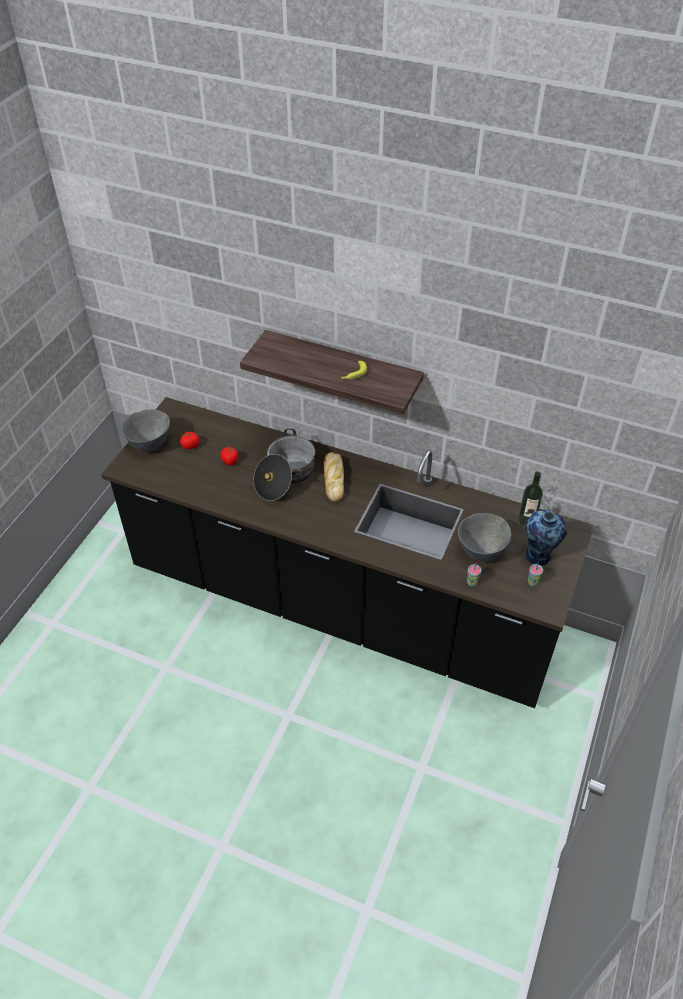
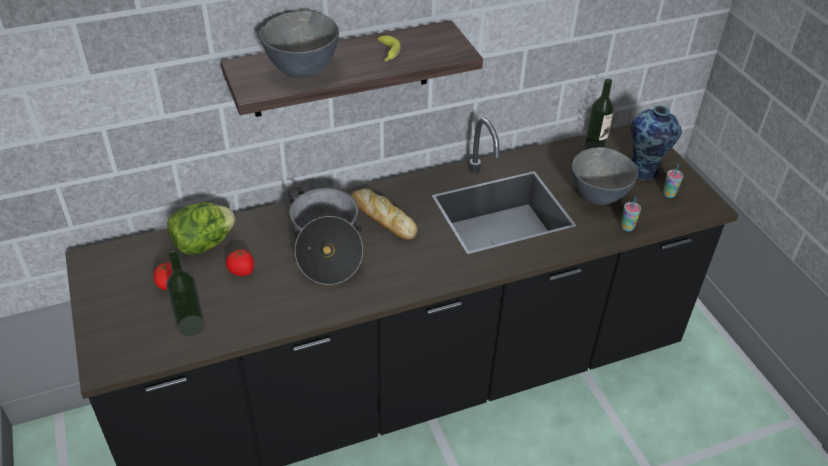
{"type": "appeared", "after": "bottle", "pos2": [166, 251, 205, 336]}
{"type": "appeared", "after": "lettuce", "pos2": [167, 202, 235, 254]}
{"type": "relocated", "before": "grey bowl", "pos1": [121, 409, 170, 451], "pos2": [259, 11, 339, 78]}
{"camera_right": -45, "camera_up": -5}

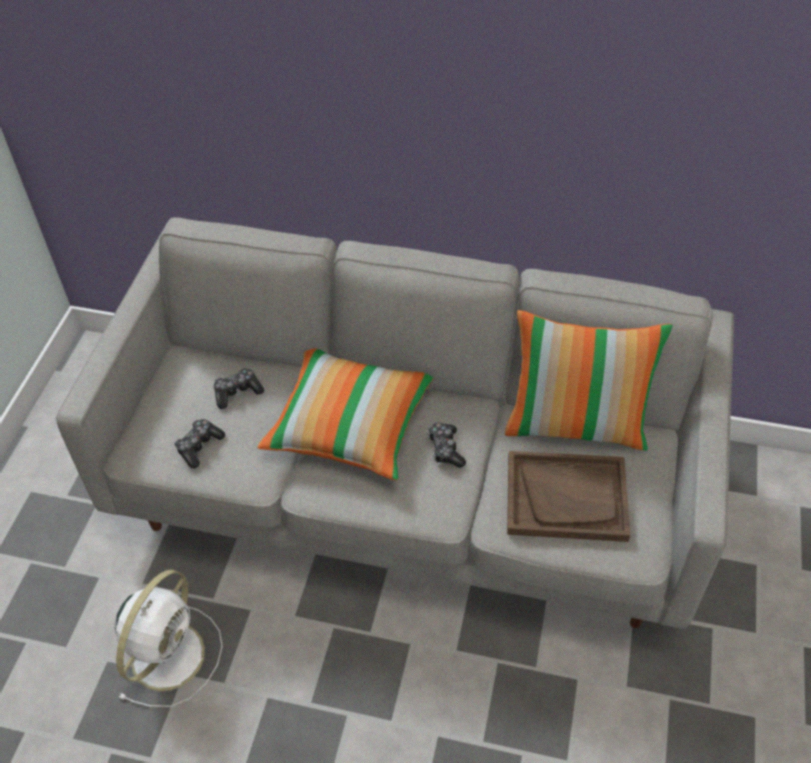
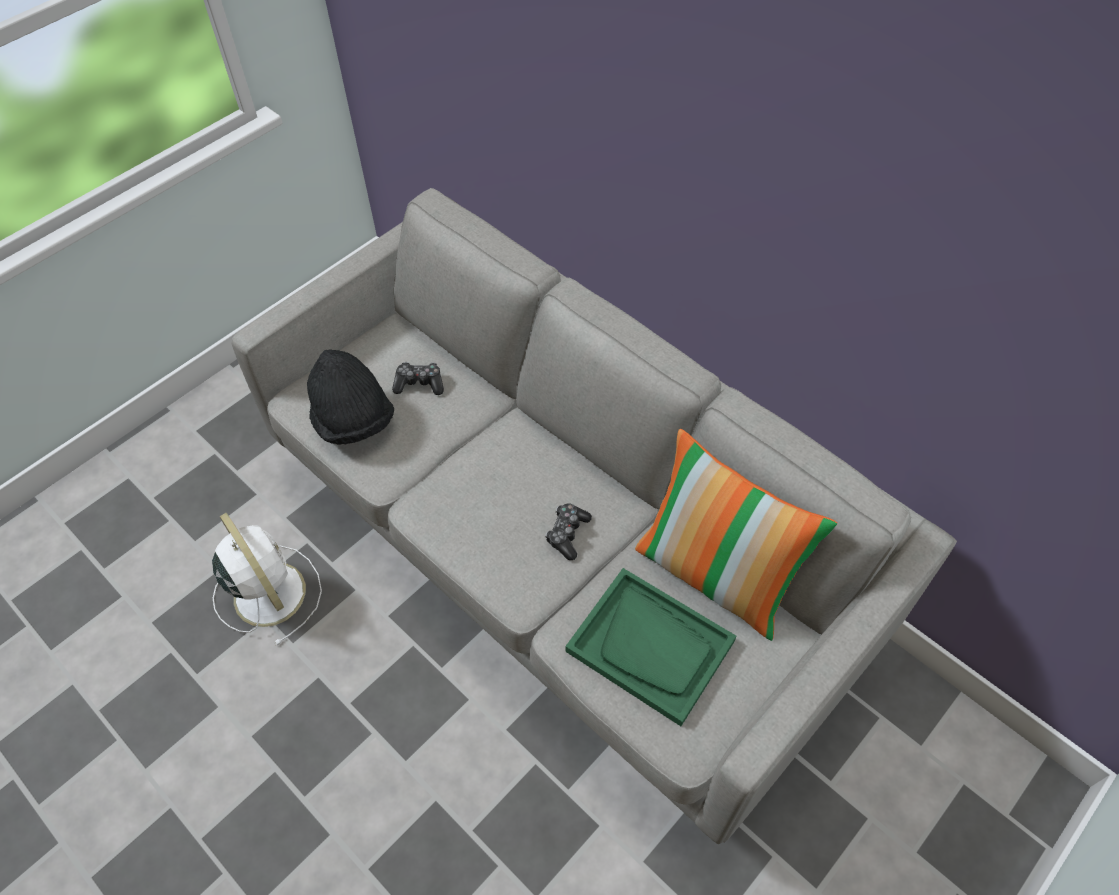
{"type": "missing", "before": "pillow", "pos1": [257, 349, 434, 481]}
{"type": "exchanged", "before": "game controller", "after": "black hat", "pos1": [174, 419, 225, 468], "pos2": [307, 349, 394, 445]}
{"type": "colour", "before": "brown tray", "after": "green tray", "pos1": [507, 451, 630, 542], "pos2": [565, 568, 736, 726]}
{"type": "spun", "before": "white fan", "pos1": [114, 570, 223, 707], "pos2": [212, 513, 322, 646], "turn": -90}
{"camera_right": 30, "camera_up": 5}

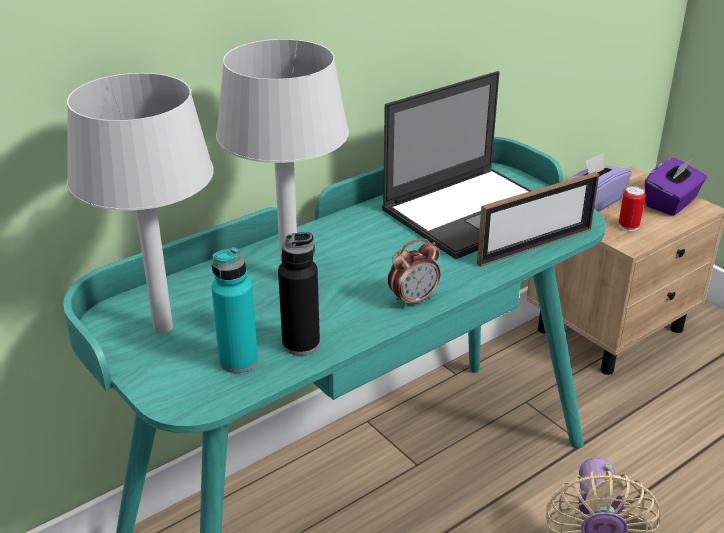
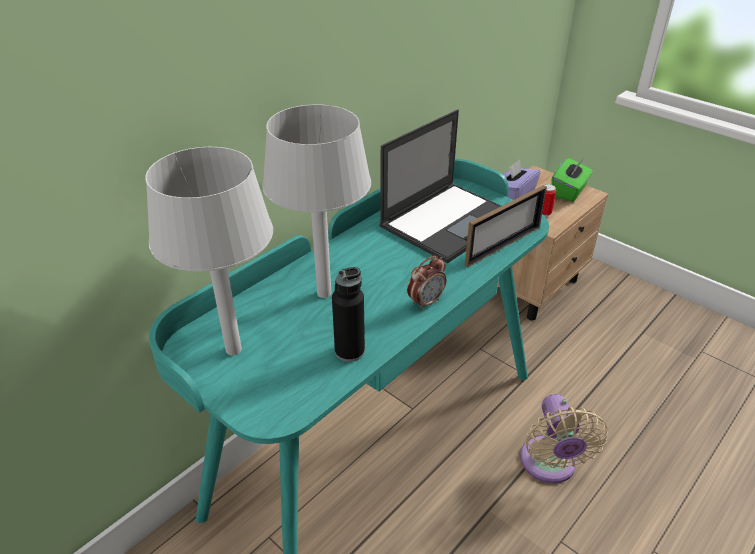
{"type": "missing", "before": "turquoise bottle", "pos1": [211, 247, 258, 373]}
{"type": "colour", "before": "purple tissue box", "after": "green tissue box", "pos1": [645, 158, 707, 216], "pos2": [551, 158, 593, 202]}
{"camera_right": -10, "camera_up": 5}

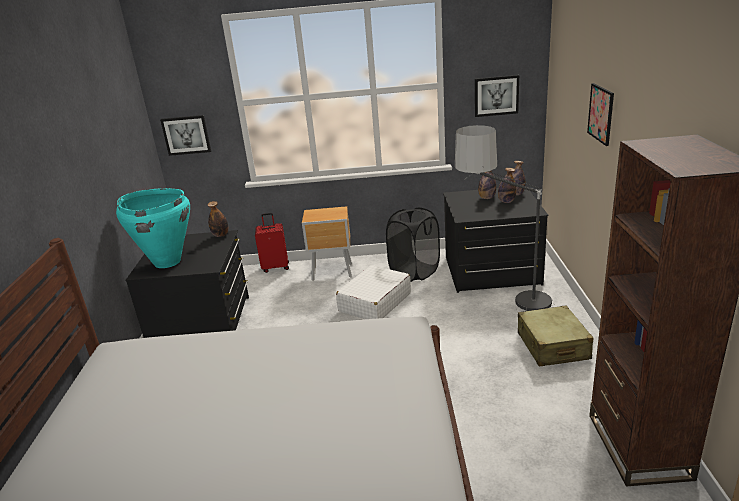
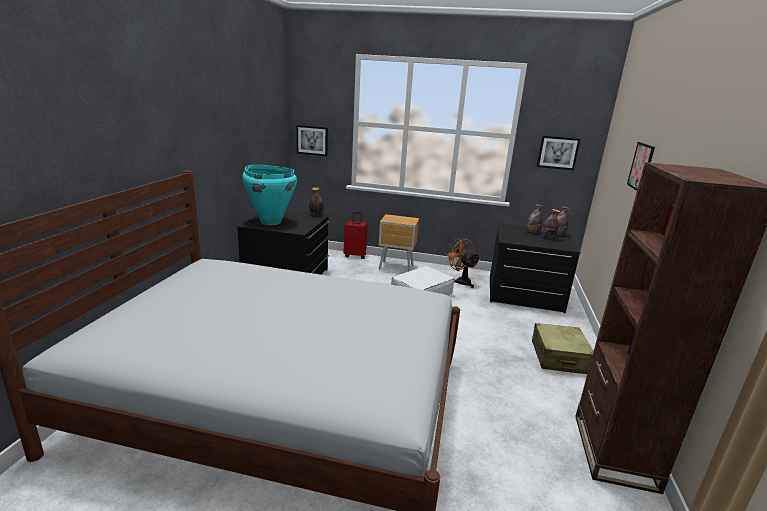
{"type": "missing", "before": "floor lamp", "pos1": [454, 125, 554, 312]}
{"type": "exchanged", "before": "black laundry basket", "after": "orange fan", "pos1": [386, 207, 440, 282], "pos2": [445, 237, 480, 288]}
{"camera_right": 10, "camera_up": -5}

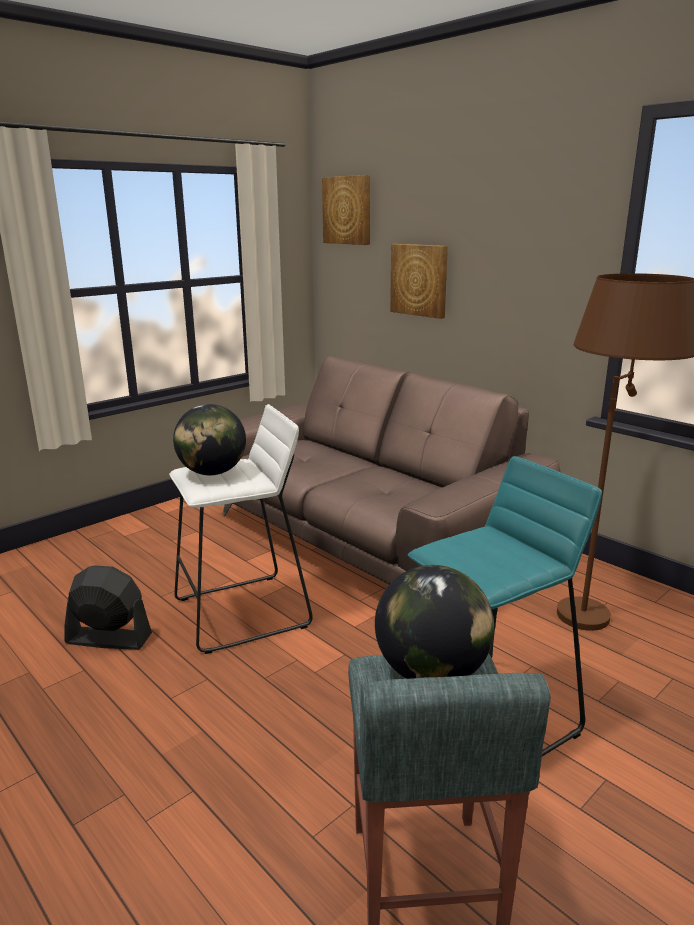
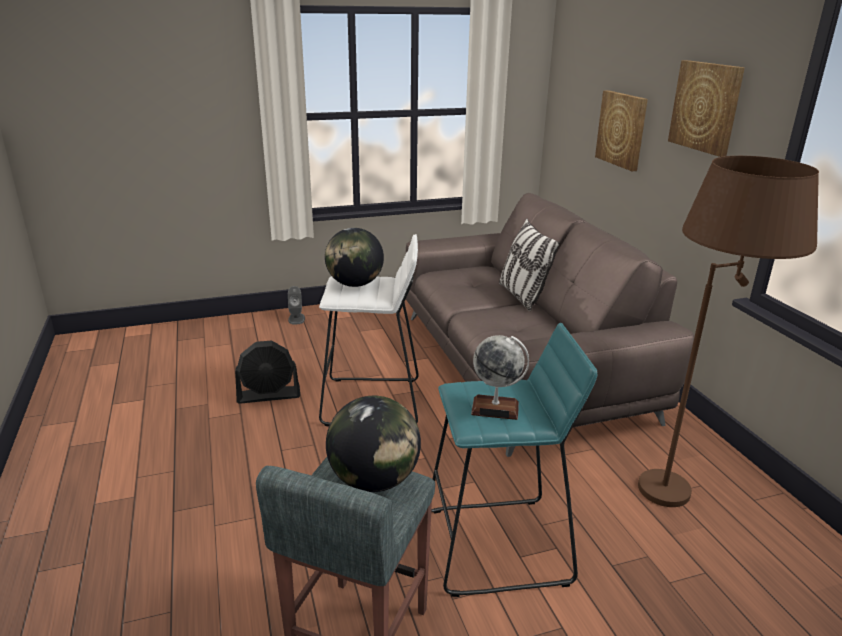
{"type": "appeared", "after": "grey speaker", "pos2": [288, 286, 305, 325]}
{"type": "appeared", "after": "globe", "pos2": [471, 335, 529, 420]}
{"type": "appeared", "after": "pillow", "pos2": [499, 219, 560, 311]}
{"type": "relocated", "before": "picture", "pos1": [322, 175, 370, 245], "pos2": [668, 60, 745, 157]}
{"type": "spun", "before": "black fan", "pos1": [65, 565, 152, 650], "pos2": [235, 340, 300, 404], "turn": 135}
{"camera_right": 25, "camera_up": 5}

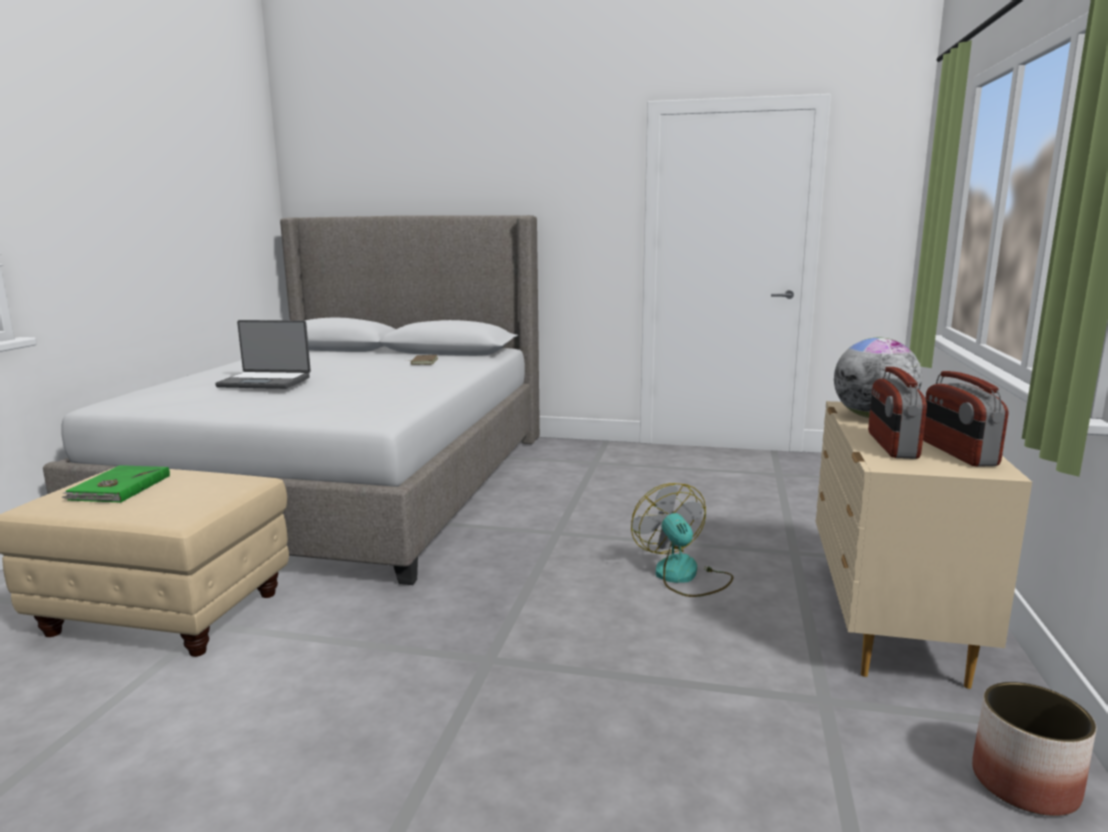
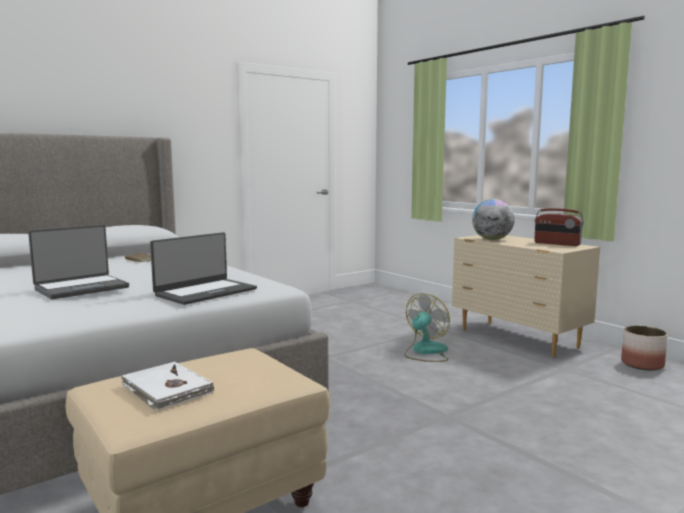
{"type": "missing", "before": "radio", "pos1": [868, 367, 927, 459]}
{"type": "appeared", "after": "laptop", "pos2": [150, 232, 257, 305]}
{"type": "colour", "before": "green book", "after": "white book", "pos1": [61, 465, 170, 503], "pos2": [121, 362, 214, 410]}
{"type": "spun", "before": "fan", "pos1": [631, 483, 734, 597], "pos2": [404, 293, 450, 362], "turn": 105}
{"camera_right": -50, "camera_up": -5}

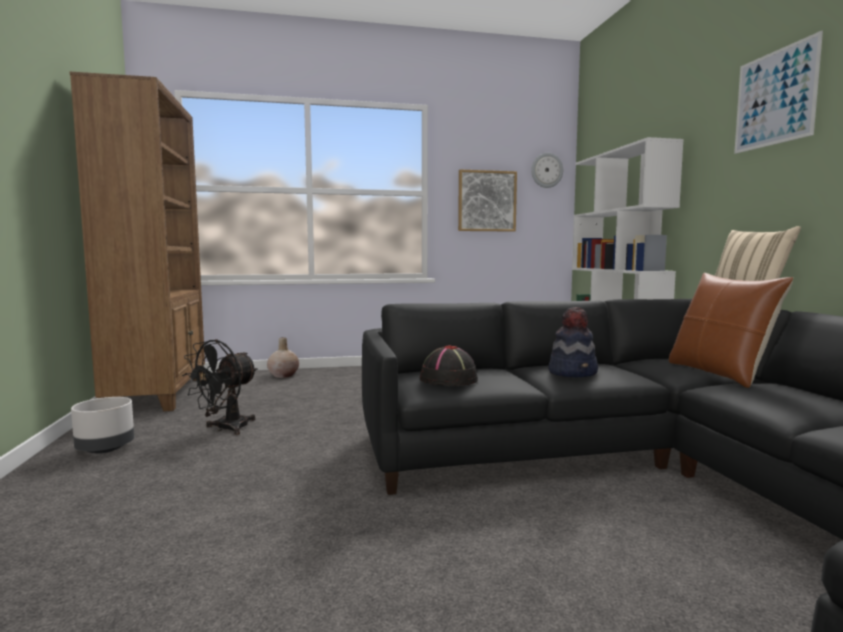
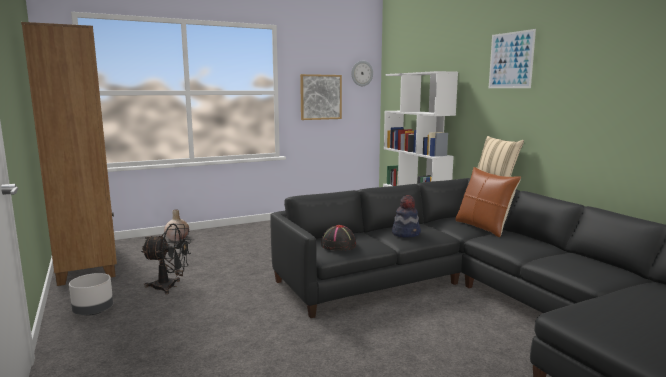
{"type": "spun", "before": "black fan", "pos1": [182, 339, 258, 435], "pos2": [141, 224, 191, 294], "turn": -105}
{"camera_right": -15, "camera_up": 5}

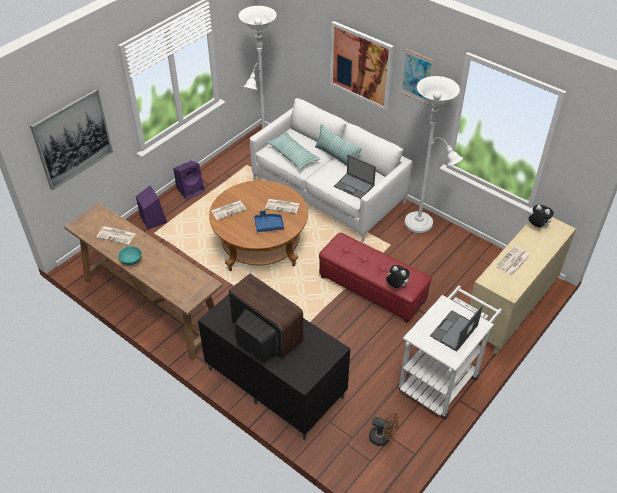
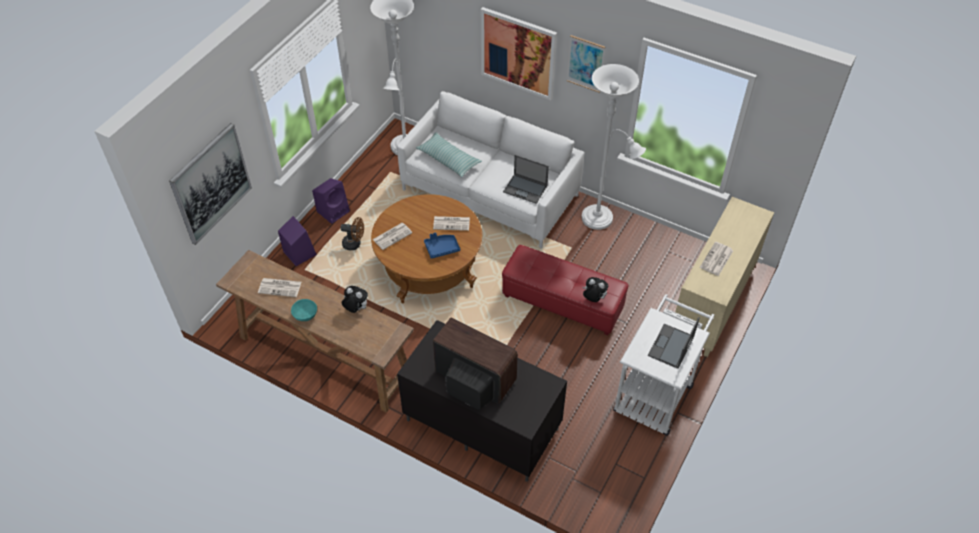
{"type": "missing", "before": "pillow", "pos1": [315, 124, 362, 166]}
{"type": "relocated", "before": "brown fan", "pos1": [369, 412, 399, 446], "pos2": [340, 217, 364, 250]}
{"type": "relocated", "before": "plush toy", "pos1": [528, 205, 554, 227], "pos2": [342, 286, 368, 313]}
{"camera_right": -10, "camera_up": 5}

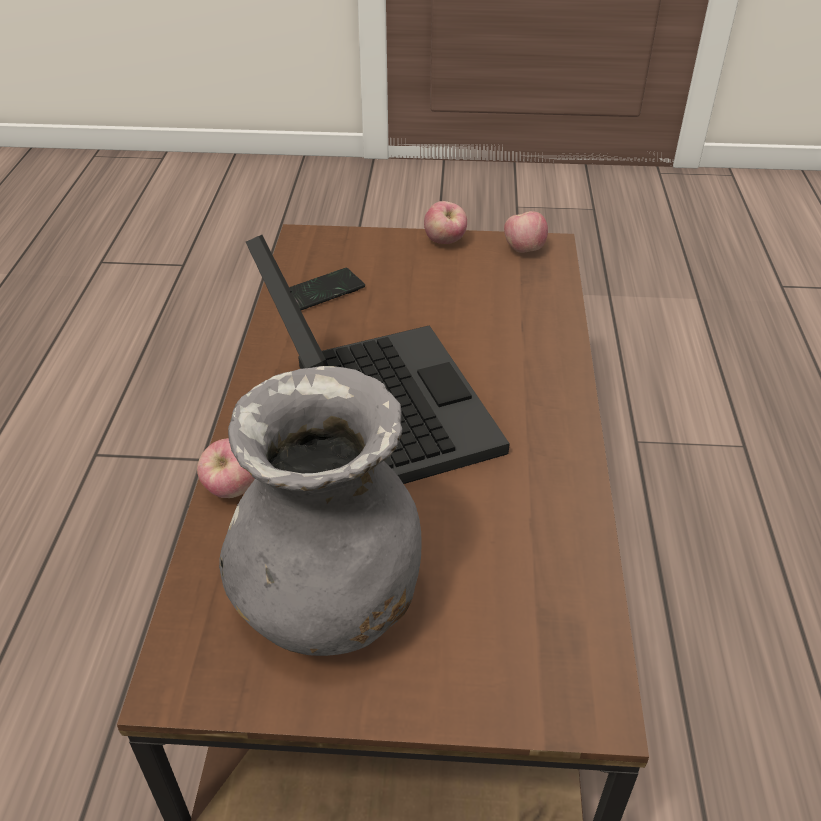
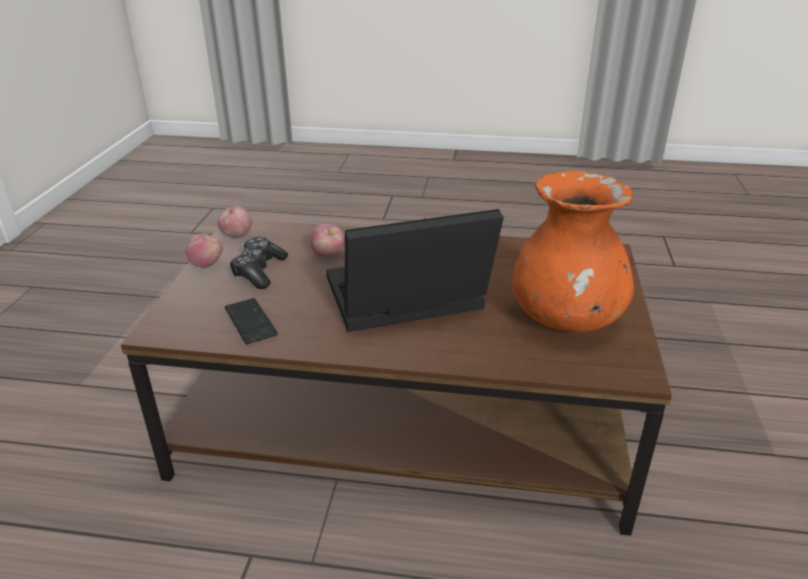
{"type": "appeared", "after": "game controller", "pos2": [228, 237, 288, 289]}
{"type": "relocated", "before": "apple", "pos1": [197, 438, 255, 498], "pos2": [310, 224, 345, 257]}
{"type": "colour", "before": "grey vase", "after": "orange vase", "pos1": [219, 366, 422, 656], "pos2": [511, 171, 634, 332]}
{"camera_right": -85, "camera_up": -10}

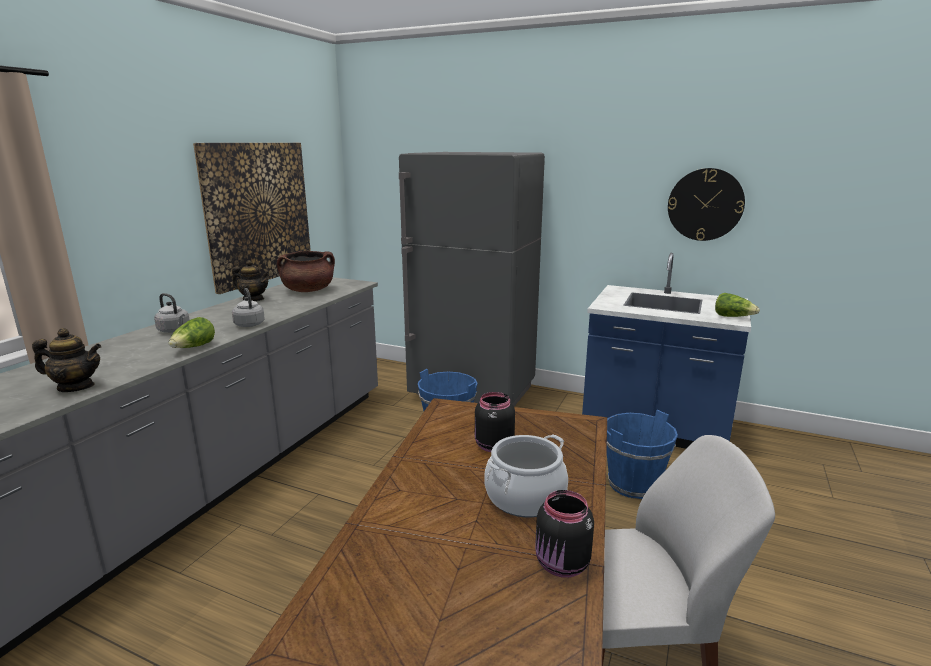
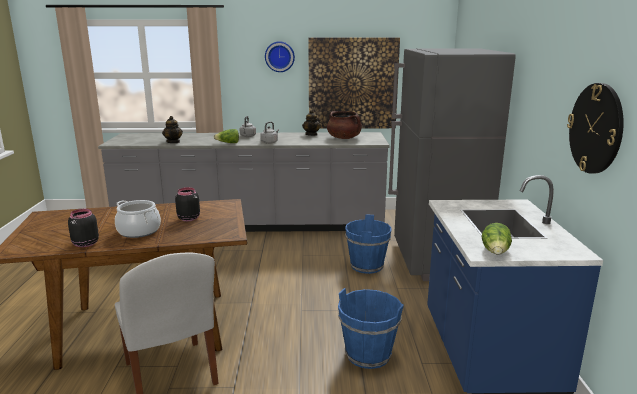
{"type": "appeared", "after": "wall clock", "pos2": [265, 41, 295, 72]}
{"camera_right": 65, "camera_up": 0}

